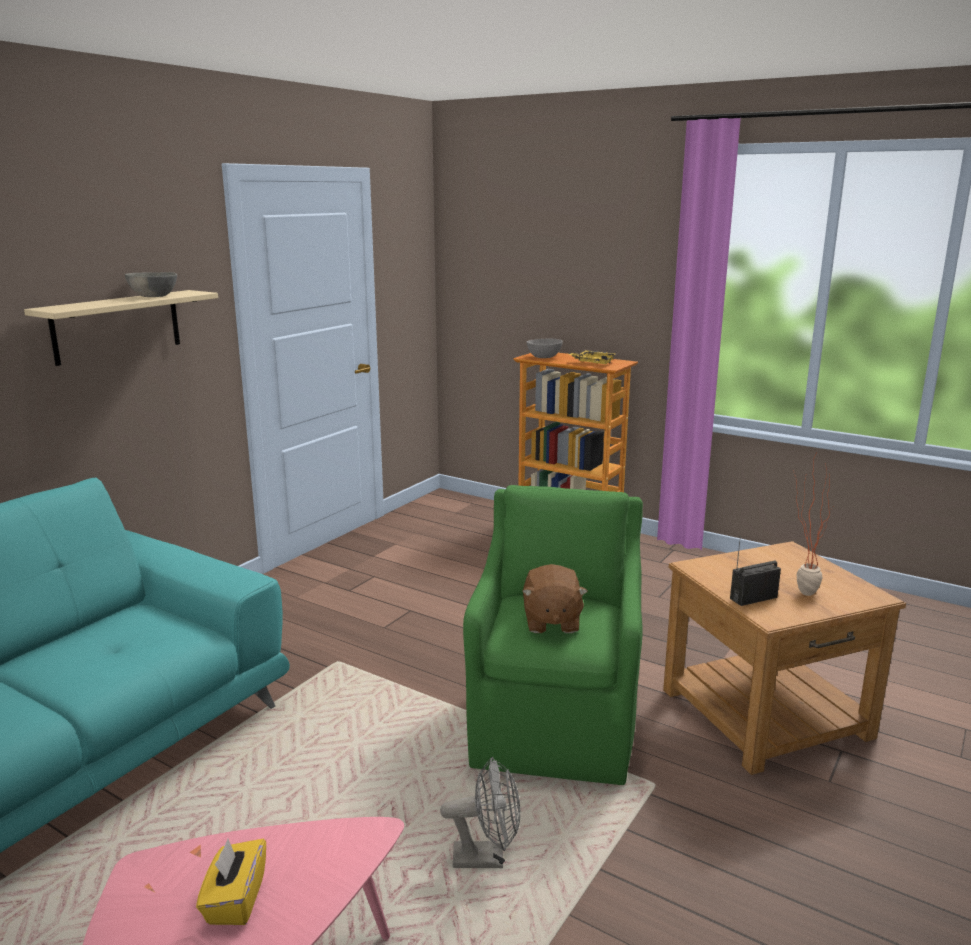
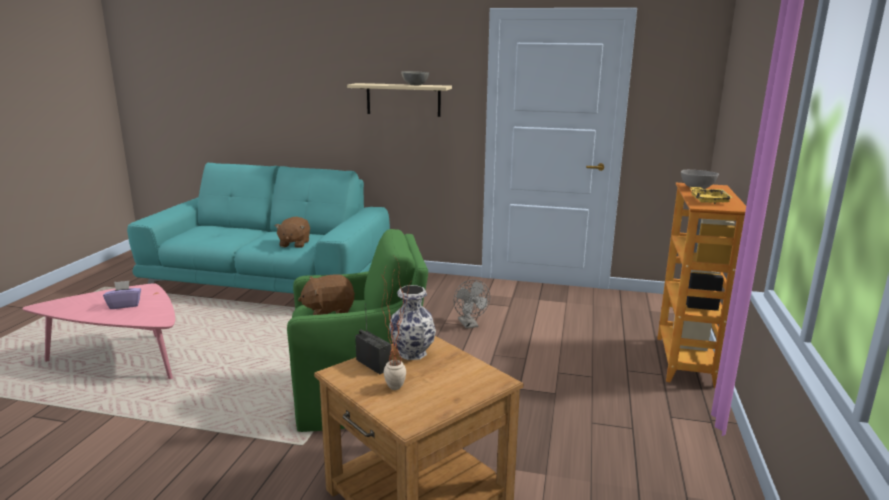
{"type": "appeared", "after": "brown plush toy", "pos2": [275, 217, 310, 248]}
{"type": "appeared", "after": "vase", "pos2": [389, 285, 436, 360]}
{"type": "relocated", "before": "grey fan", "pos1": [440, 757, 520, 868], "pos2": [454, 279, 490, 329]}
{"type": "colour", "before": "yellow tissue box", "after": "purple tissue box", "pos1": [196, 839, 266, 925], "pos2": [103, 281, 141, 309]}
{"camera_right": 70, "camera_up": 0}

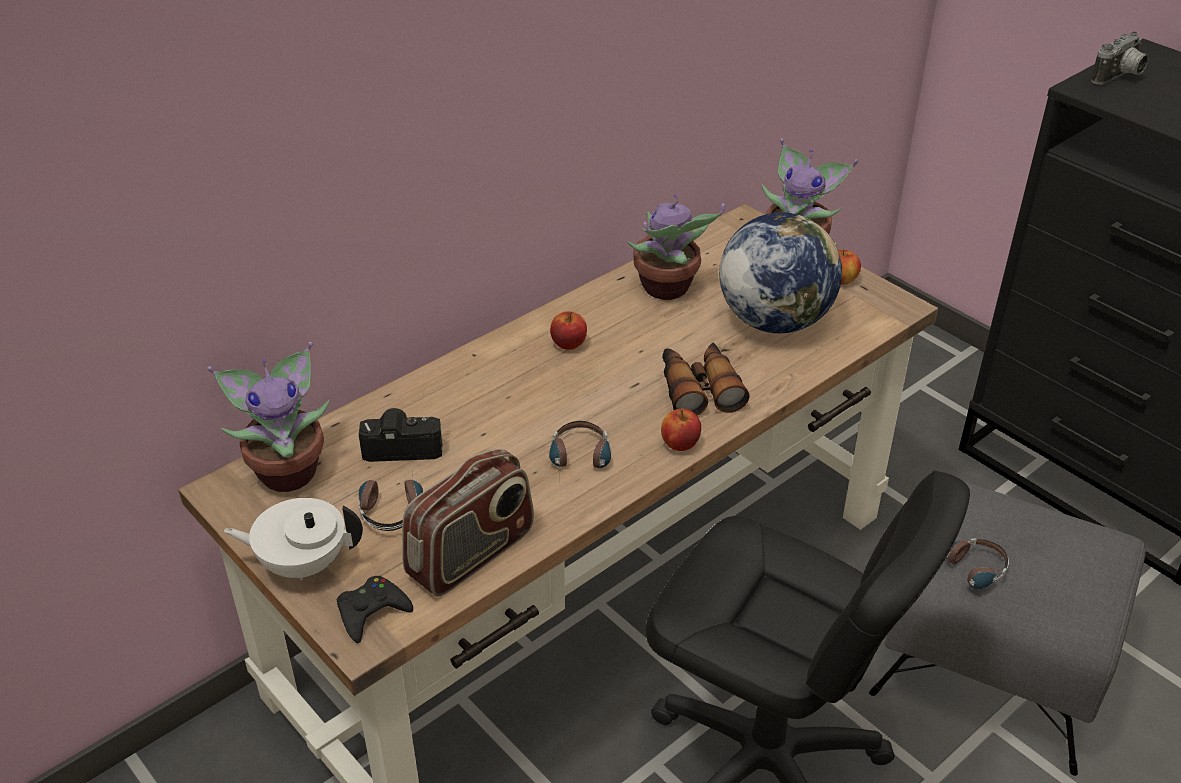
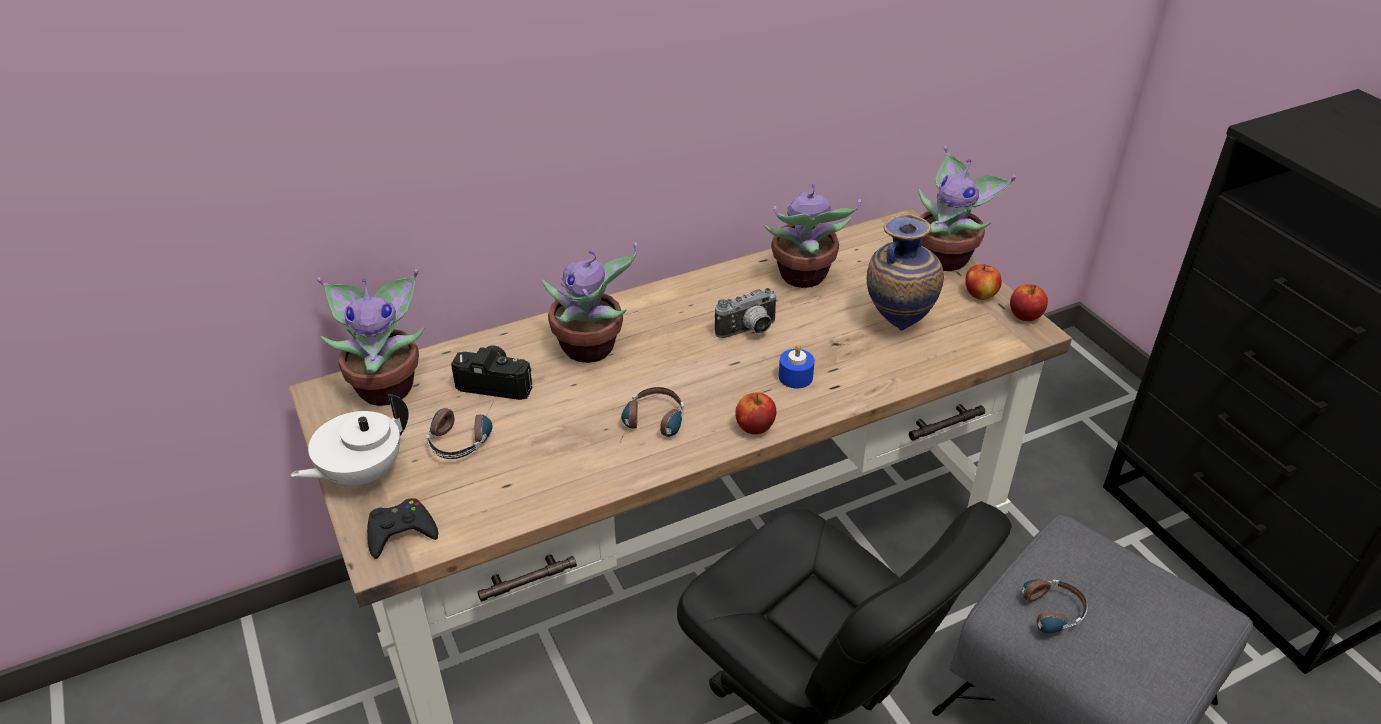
{"type": "missing", "before": "radio", "pos1": [402, 449, 534, 597]}
{"type": "appeared", "after": "potted plant", "pos2": [542, 242, 638, 363]}
{"type": "relocated", "before": "apple", "pos1": [550, 311, 587, 350], "pos2": [1010, 284, 1048, 322]}
{"type": "relocated", "before": "photo camera", "pos1": [1091, 31, 1148, 85], "pos2": [715, 288, 778, 338]}
{"type": "exchanged", "before": "binoculars", "after": "blue candle", "pos1": [662, 343, 750, 416], "pos2": [779, 344, 815, 389]}
{"type": "exchanged", "before": "globe", "after": "vase", "pos1": [719, 212, 842, 333], "pos2": [867, 214, 944, 331]}
{"type": "spun", "before": "white teapot", "pos1": [223, 498, 363, 581], "pos2": [290, 394, 408, 486], "turn": -60}
{"camera_right": 15, "camera_up": 0}

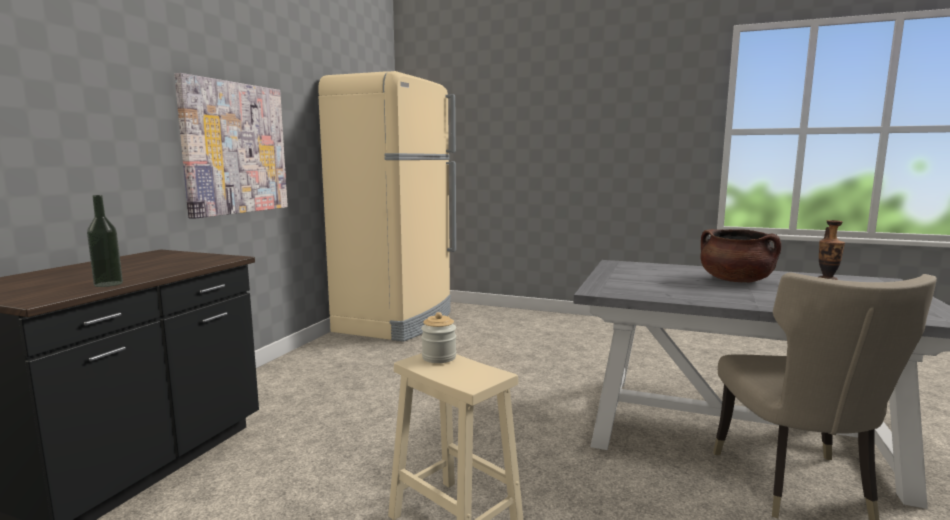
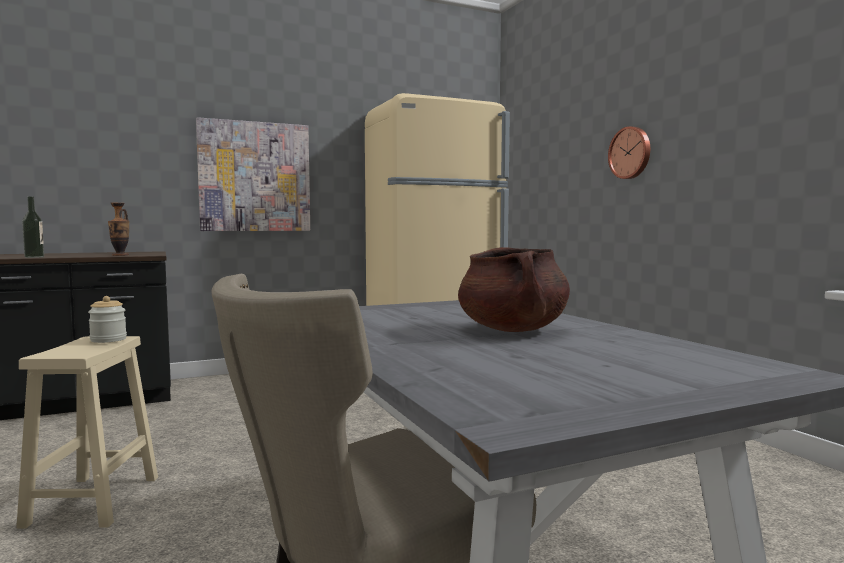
{"type": "appeared", "after": "wall clock", "pos2": [608, 126, 650, 179]}
{"type": "relocated", "before": "vase", "pos1": [819, 220, 845, 280], "pos2": [108, 203, 129, 256]}
{"camera_right": 45, "camera_up": -5}

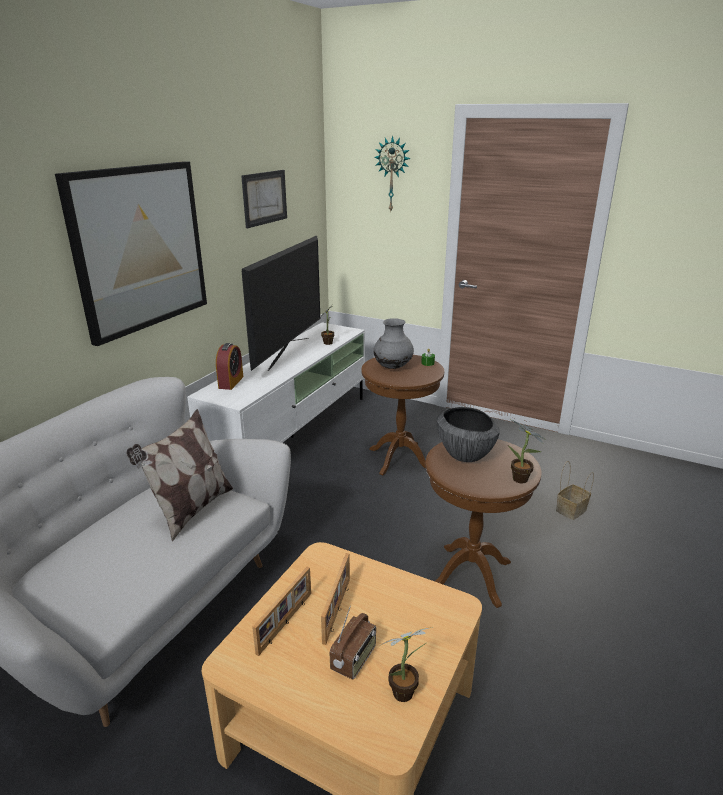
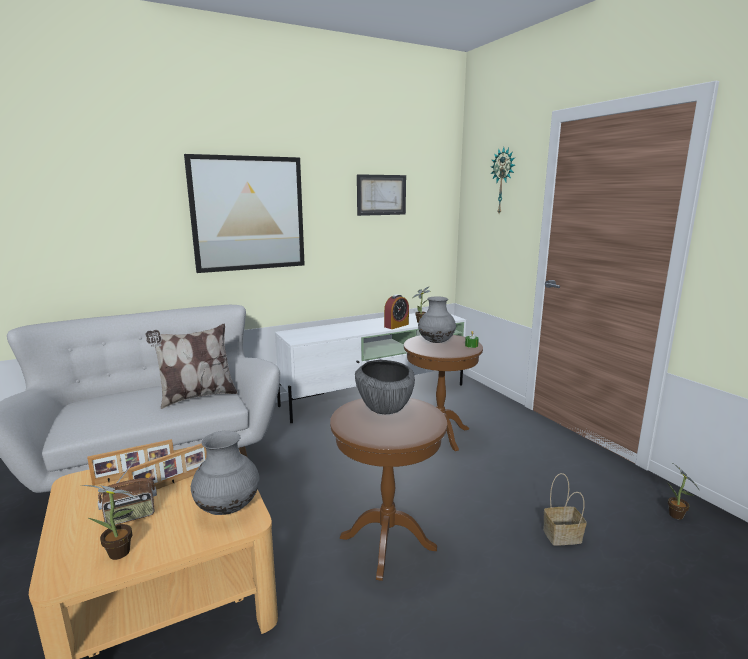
{"type": "missing", "before": "television", "pos1": [242, 235, 320, 371]}
{"type": "appeared", "after": "grey vase", "pos2": [191, 431, 259, 515]}
{"type": "relocated", "before": "alarm clock", "pos1": [216, 343, 243, 390], "pos2": [384, 294, 409, 329]}
{"type": "relocated", "before": "potted plant", "pos1": [508, 420, 544, 483], "pos2": [668, 462, 700, 519]}
{"camera_right": 35, "camera_up": -10}

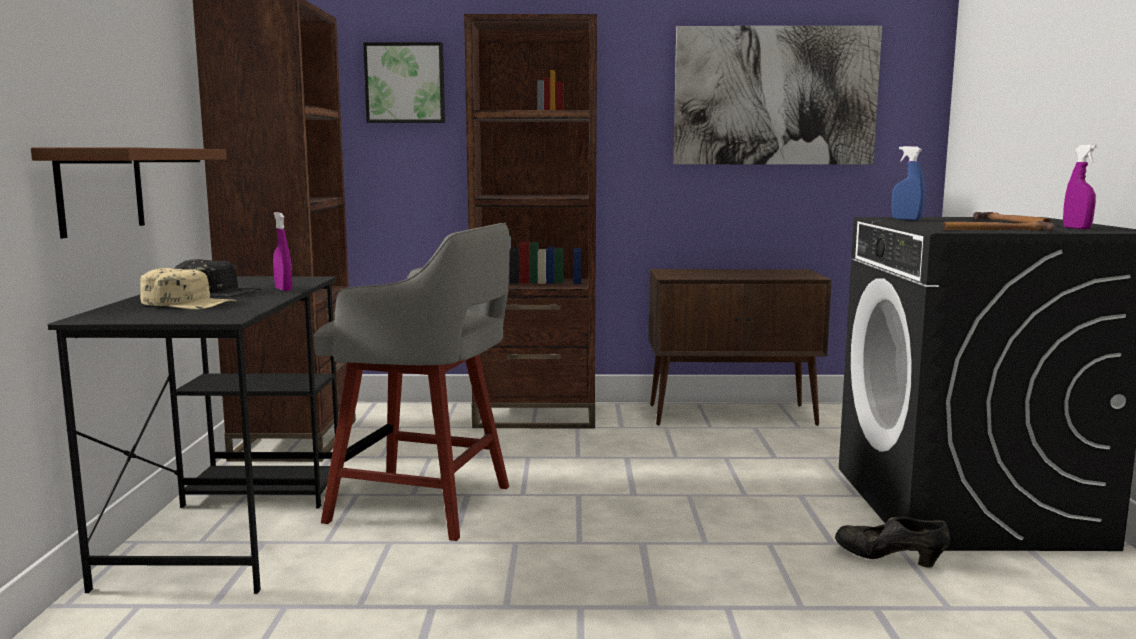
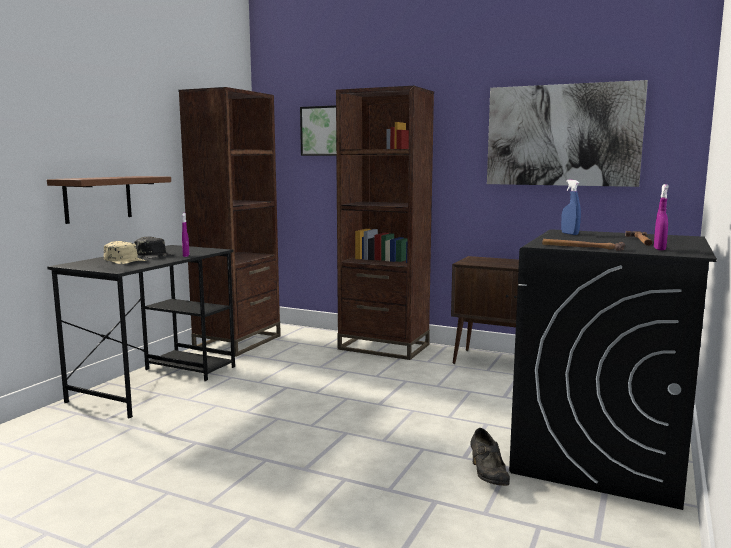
{"type": "missing", "before": "grey stool", "pos1": [313, 223, 510, 541]}
{"type": "spun", "before": "black shoe", "pos1": [835, 517, 950, 568], "pos2": [471, 428, 510, 486], "turn": -150}
{"camera_right": 25, "camera_up": 0}

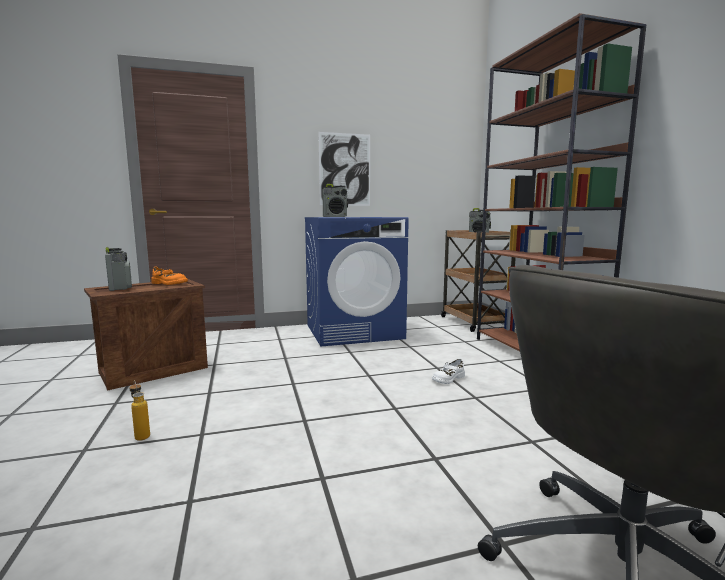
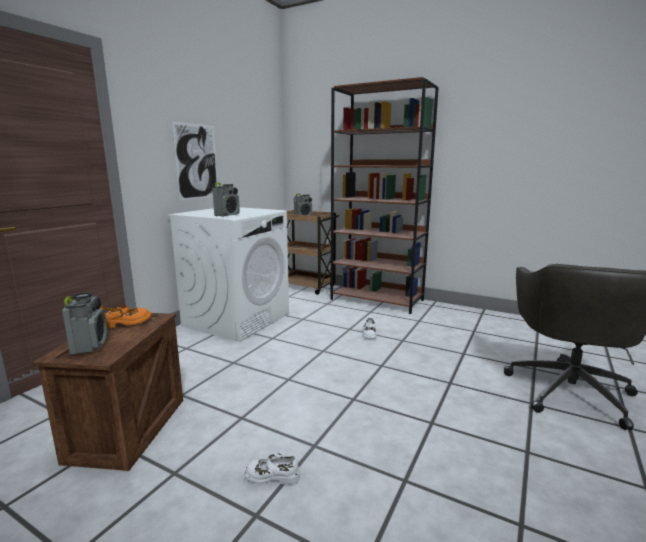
{"type": "exchanged", "before": "bottle", "after": "white shoe", "pos1": [129, 380, 150, 441], "pos2": [244, 454, 300, 485]}
{"type": "colour", "before": "blue washing machine", "after": "white washing machine", "pos1": [305, 217, 409, 347], "pos2": [168, 207, 289, 342]}
{"type": "spun", "before": "radio", "pos1": [105, 247, 132, 291], "pos2": [62, 292, 108, 355], "turn": 60}
{"camera_right": -45, "camera_up": 5}

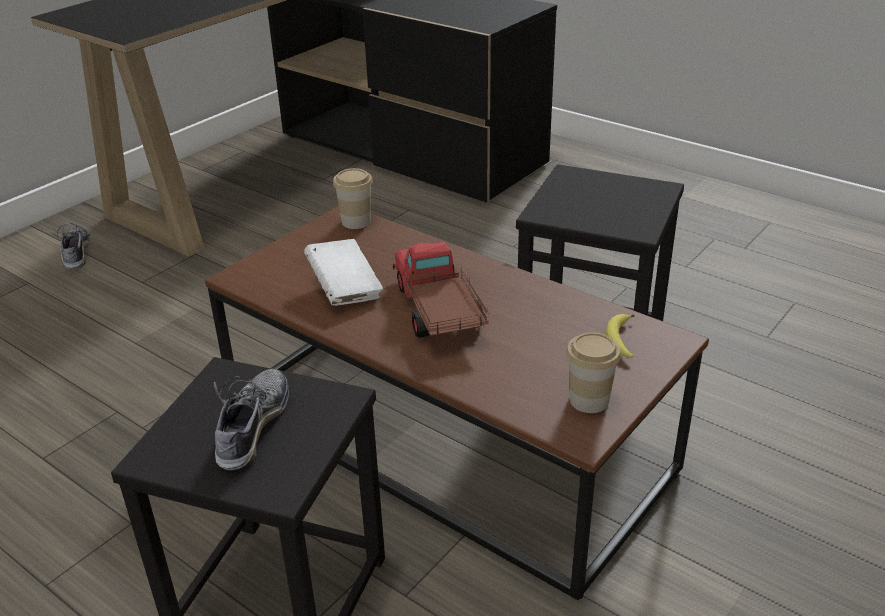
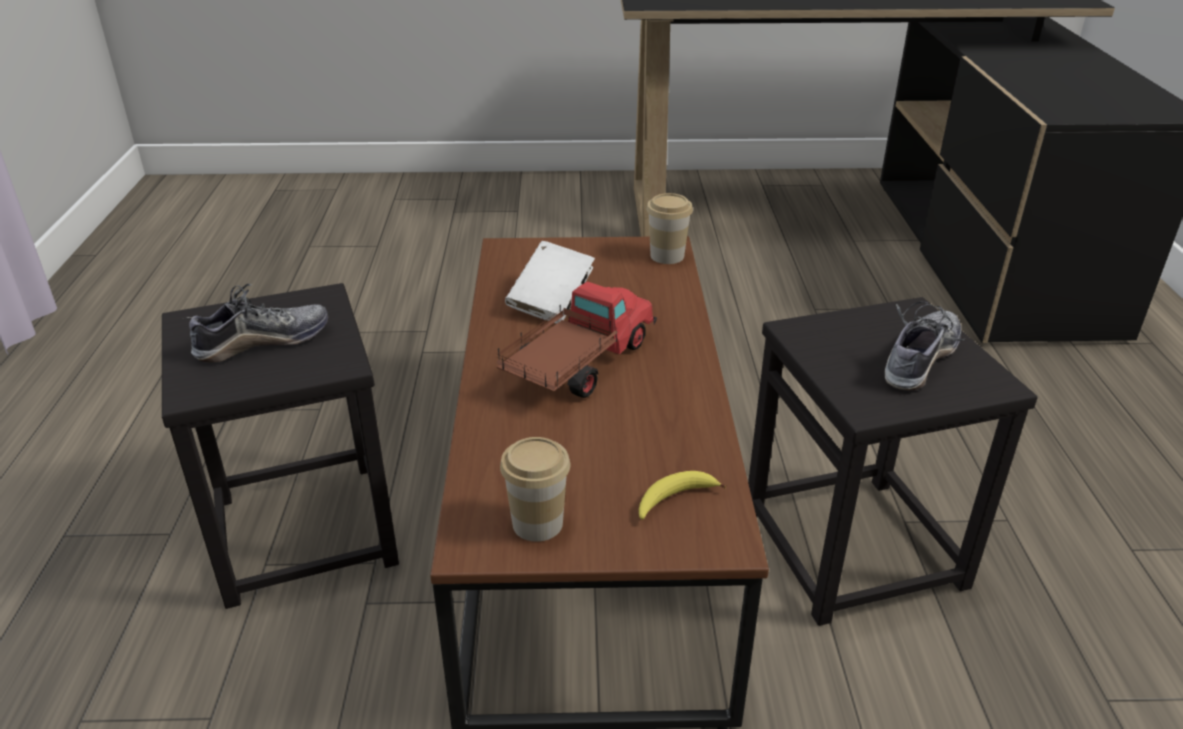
{"type": "relocated", "before": "shoe", "pos1": [50, 223, 92, 270], "pos2": [885, 302, 966, 391]}
{"camera_right": 50, "camera_up": 0}

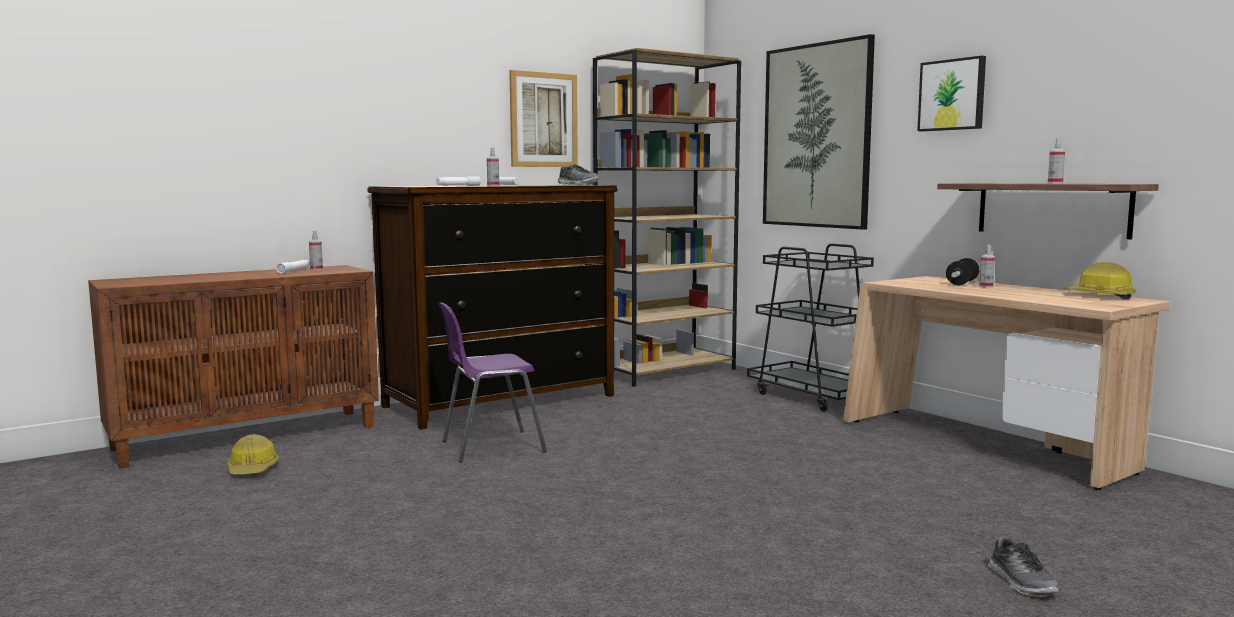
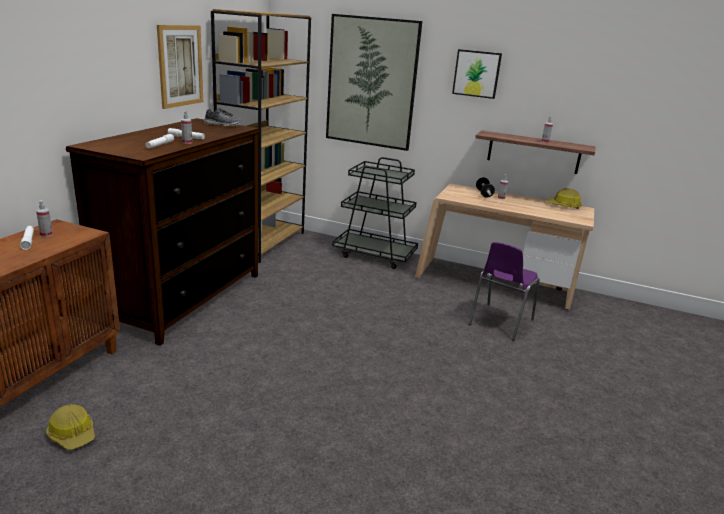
{"type": "missing", "before": "shoe", "pos1": [988, 537, 1060, 597]}
{"type": "relocated", "before": "purple chair", "pos1": [438, 302, 547, 462], "pos2": [469, 242, 540, 341]}
{"camera_right": -35, "camera_up": 15}

